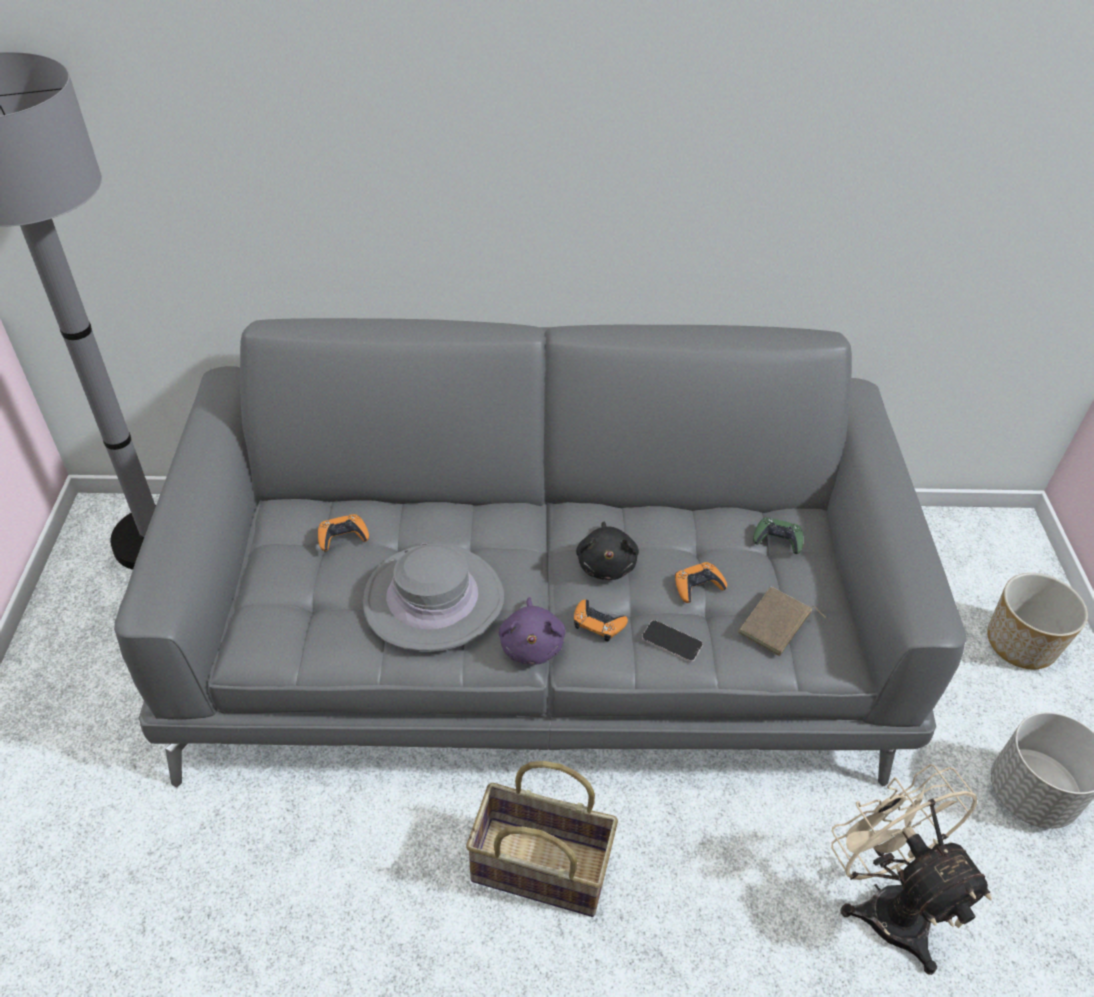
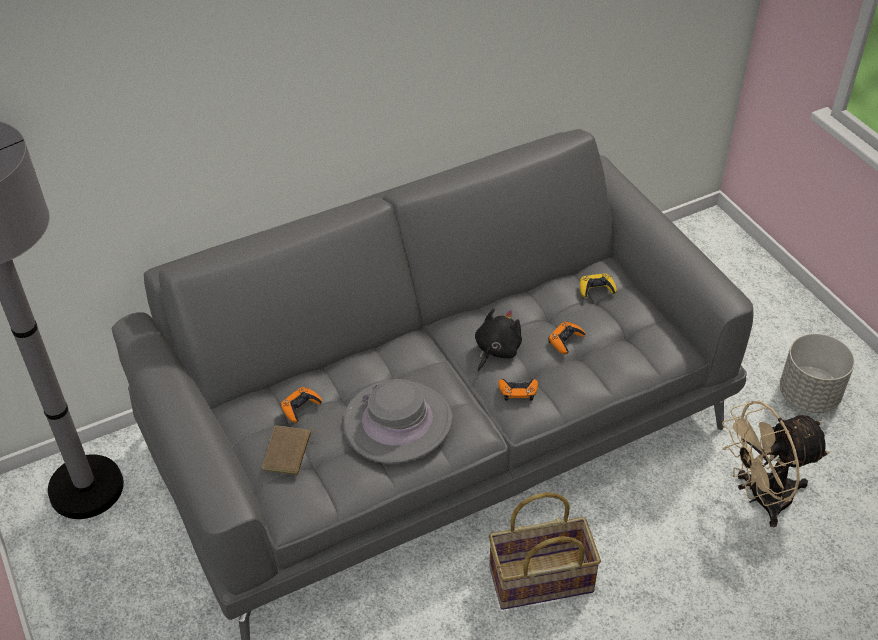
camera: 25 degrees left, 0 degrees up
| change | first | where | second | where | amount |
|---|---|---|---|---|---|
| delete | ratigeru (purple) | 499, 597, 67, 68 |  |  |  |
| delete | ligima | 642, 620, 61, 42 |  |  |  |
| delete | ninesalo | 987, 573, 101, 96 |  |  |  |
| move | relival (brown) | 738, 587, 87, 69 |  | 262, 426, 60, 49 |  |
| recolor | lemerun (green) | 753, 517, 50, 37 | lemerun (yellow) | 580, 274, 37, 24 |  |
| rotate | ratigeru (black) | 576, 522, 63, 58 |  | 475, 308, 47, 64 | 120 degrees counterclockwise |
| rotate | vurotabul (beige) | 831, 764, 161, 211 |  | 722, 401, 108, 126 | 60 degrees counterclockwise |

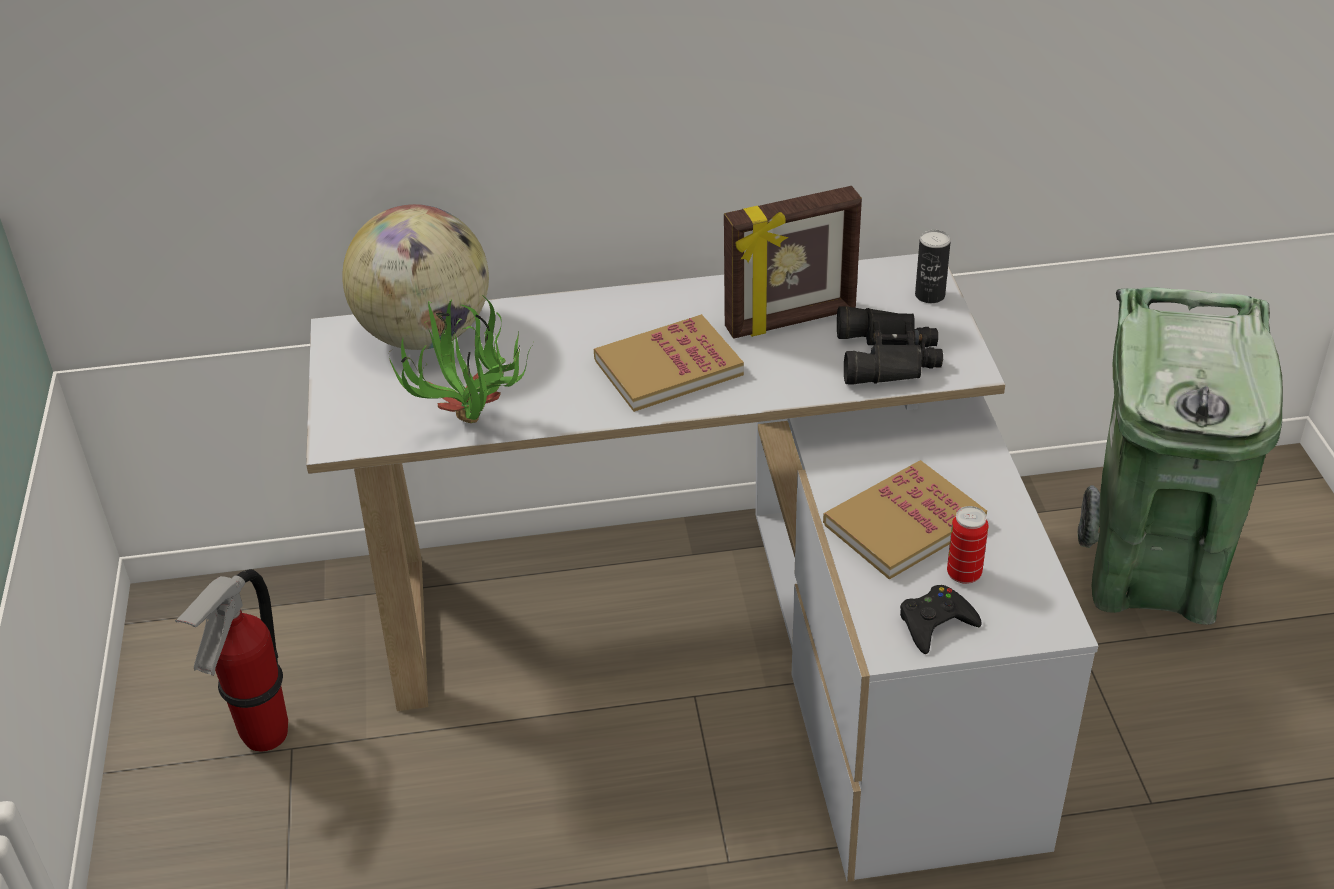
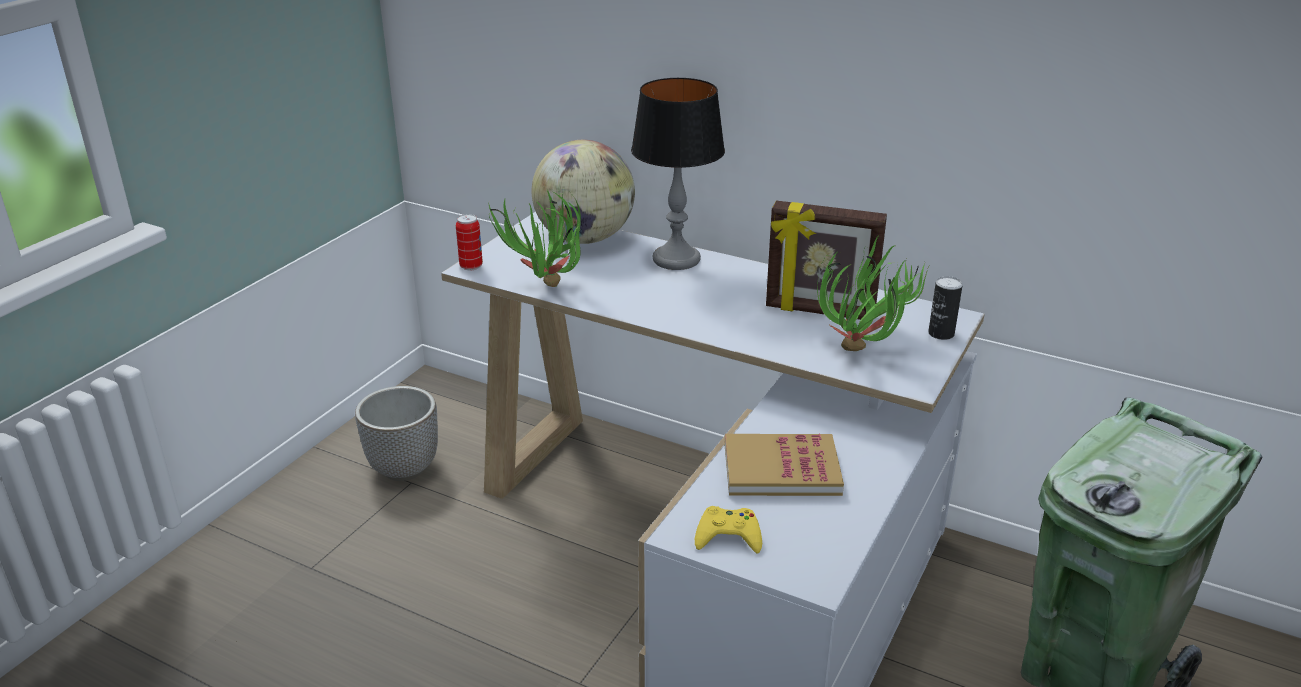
camera: 35 degrees right, 10 degrees down
| change | first | where | second | where | amount |
|---|---|---|---|---|---|
| delete | relival | 594, 314, 150, 98 |  |  |  |
| insert |  |  | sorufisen | 631, 78, 94, 192 |  |
| move | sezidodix | 947, 506, 41, 78 |  | 456, 214, 27, 56 |  |
| replace | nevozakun | 175, 569, 113, 182 | ninesalo | 355, 386, 83, 95 |  |
| replace | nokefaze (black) | 837, 306, 106, 79 | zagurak | 817, 236, 111, 115 |  |
| recolor | lemerun (black) | 900, 585, 82, 69 | lemerun (yellow) | 695, 506, 67, 47 |  |

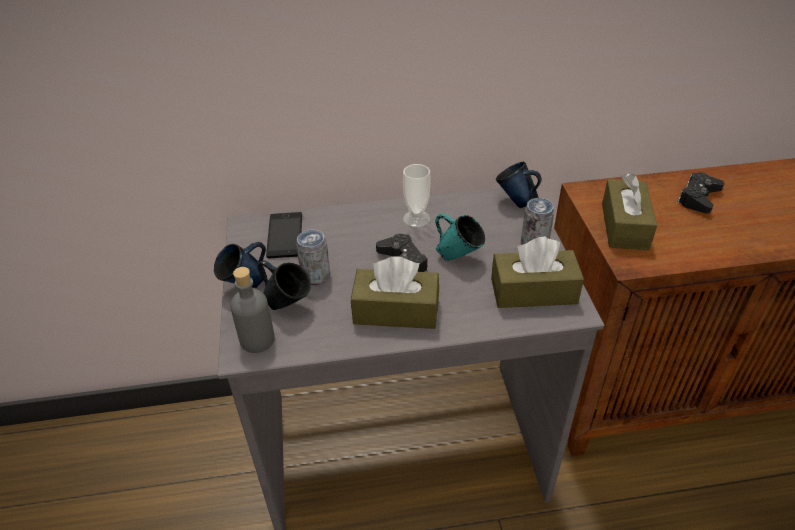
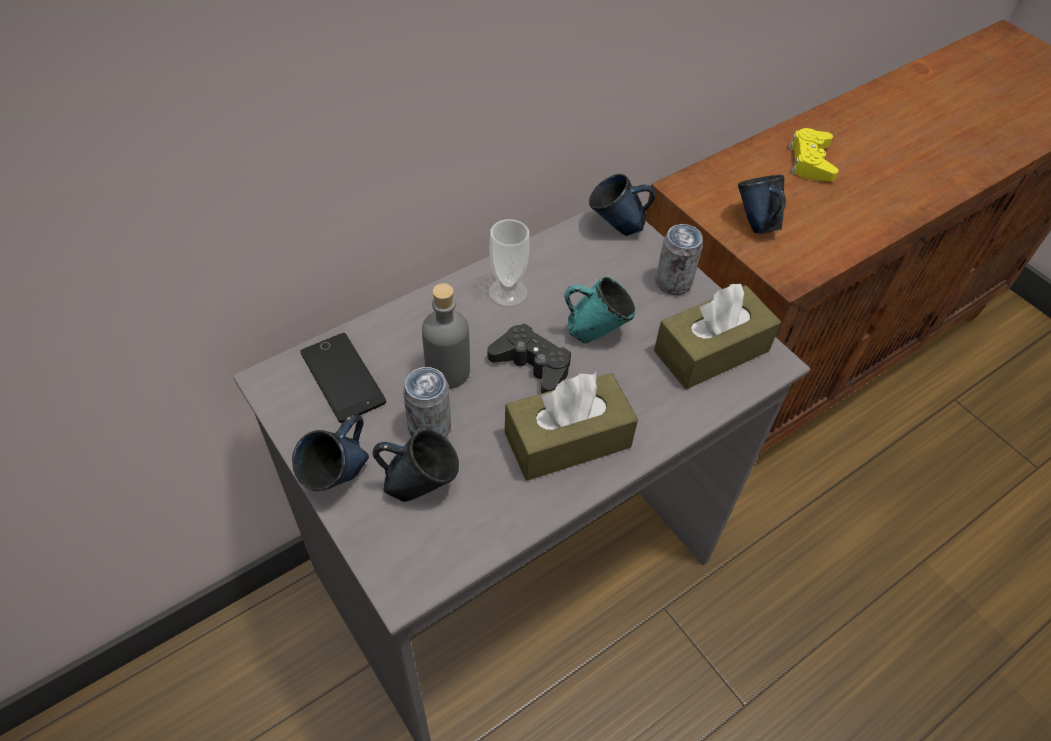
camera: 30 degrees left, 10 degrees up
| change | first | where | second | where | amount |
|---|---|---|---|---|---|
| move | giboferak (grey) | 230, 267, 45, 86 |  | 422, 283, 48, 106 |  |
| replace | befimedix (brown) | 602, 173, 55, 77 | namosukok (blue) | 738, 175, 48, 59 |  |
| recolor | lemerun (black) | 677, 172, 48, 42 | lemerun (yellow) | 789, 128, 50, 53 |  |

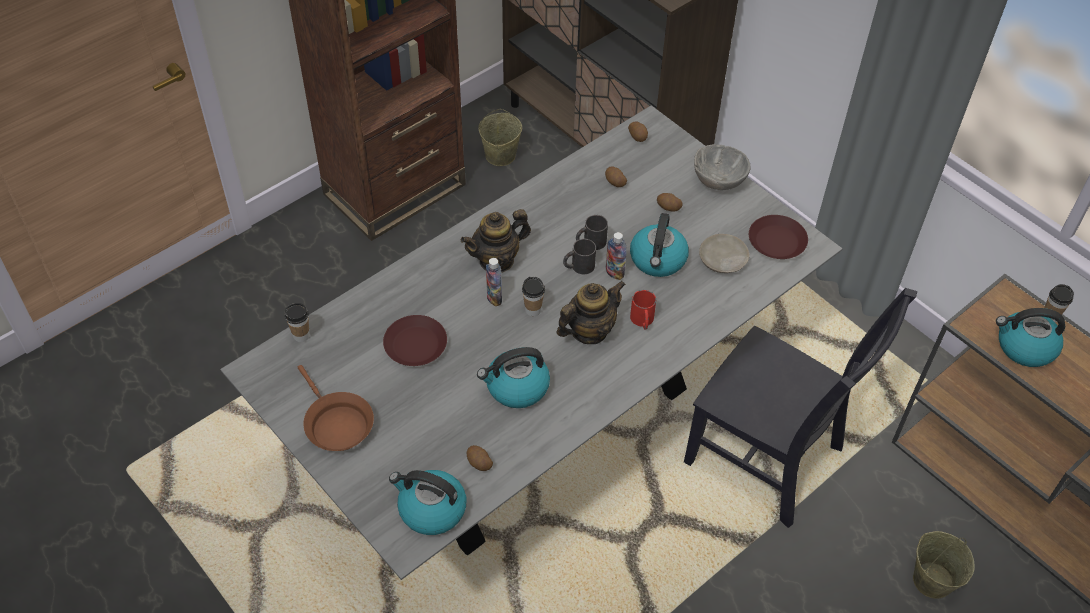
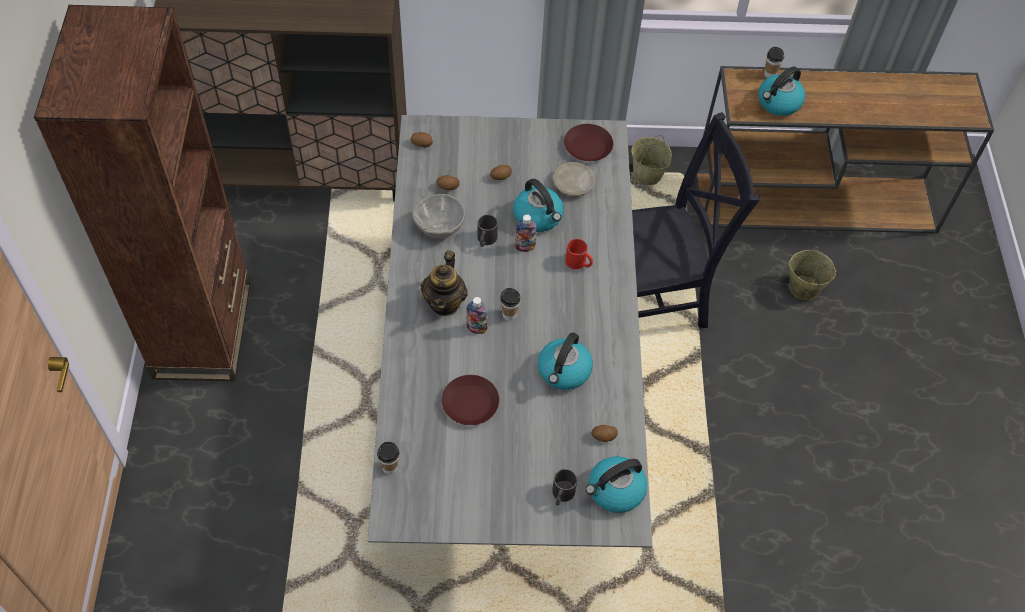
camera: 50 degrees left, 5 degrees up
| change | first | where | second | where | amount |
|---|---|---|---|---|---|
| delete | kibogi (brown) | 298, 365, 76, 86 |  |  |  |
| delete | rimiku | 557, 281, 69, 63 |  |  |  |
| move | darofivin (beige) | 478, 109, 44, 57 |  | 631, 135, 41, 51 |  |
| move | namosukok (black) | 563, 239, 33, 35 |  | 552, 469, 25, 37 |  |
| move | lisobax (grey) | 694, 144, 57, 46 |  | 413, 194, 52, 45 |  |

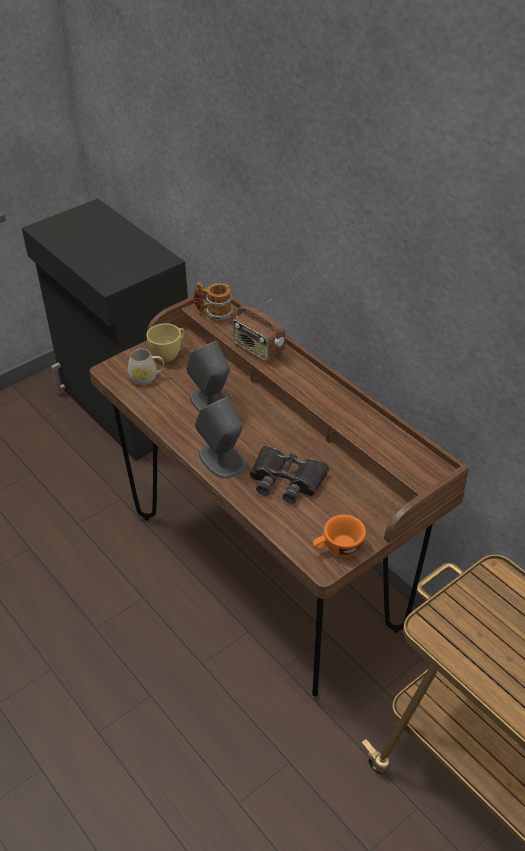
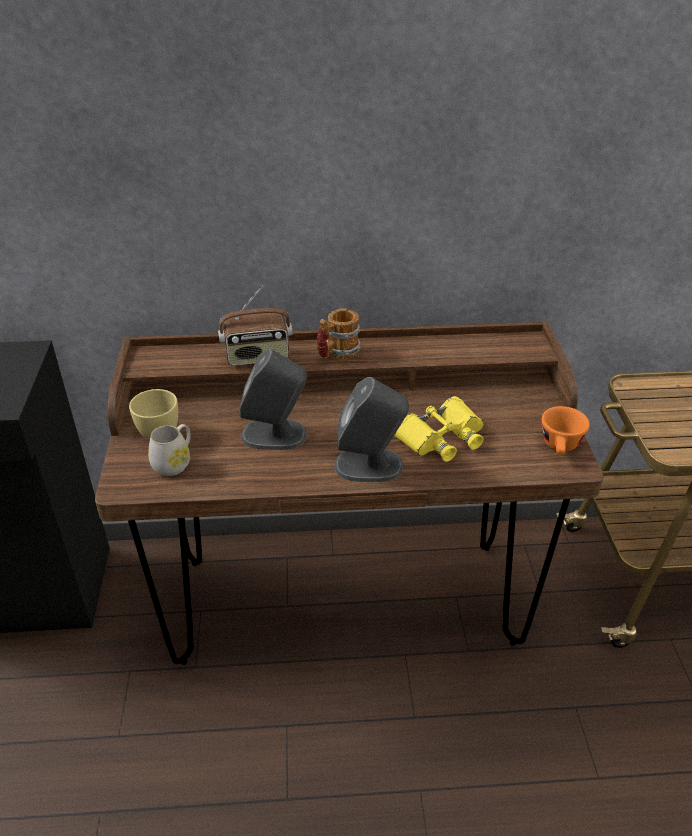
camera: 55 degrees left, 5 degrees down
| change | first | where | second | where | amount |
|---|---|---|---|---|---|
| move | namosukok | 194, 282, 39, 41 |  | 316, 308, 45, 51 |  |
| recolor | nokefaze (black) | 250, 446, 79, 58 | nokefaze (yellow) | 394, 396, 90, 66 |  |

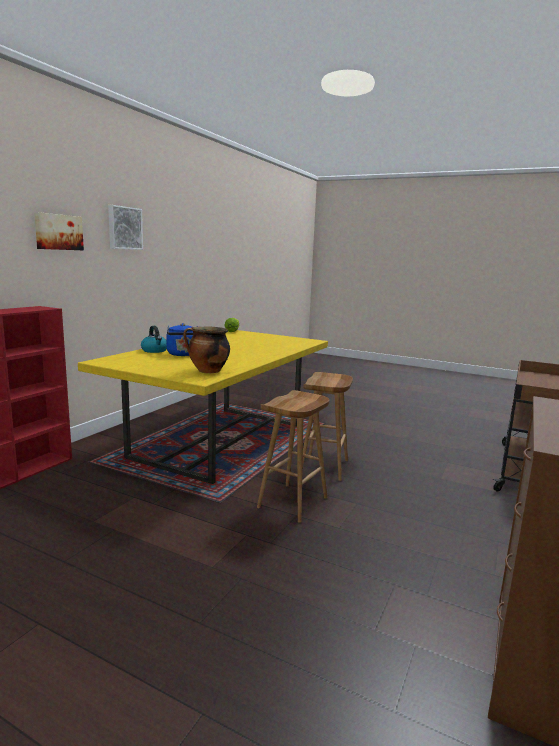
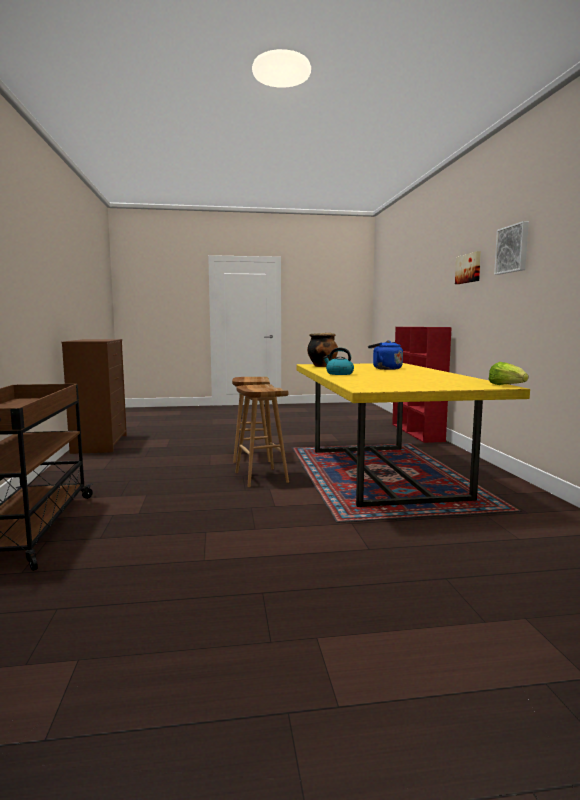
camera: 145 degrees right, 5 degrees down
| change | first | where | second | where | amount |
|---|---|---|---|---|---|
| move | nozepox | 141, 326, 26, 27 |  | 323, 348, 31, 27 |  |

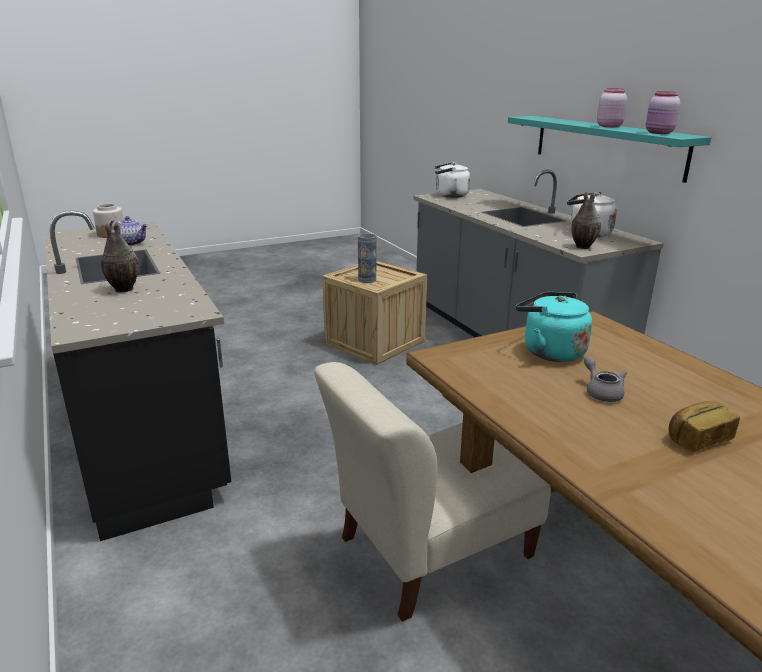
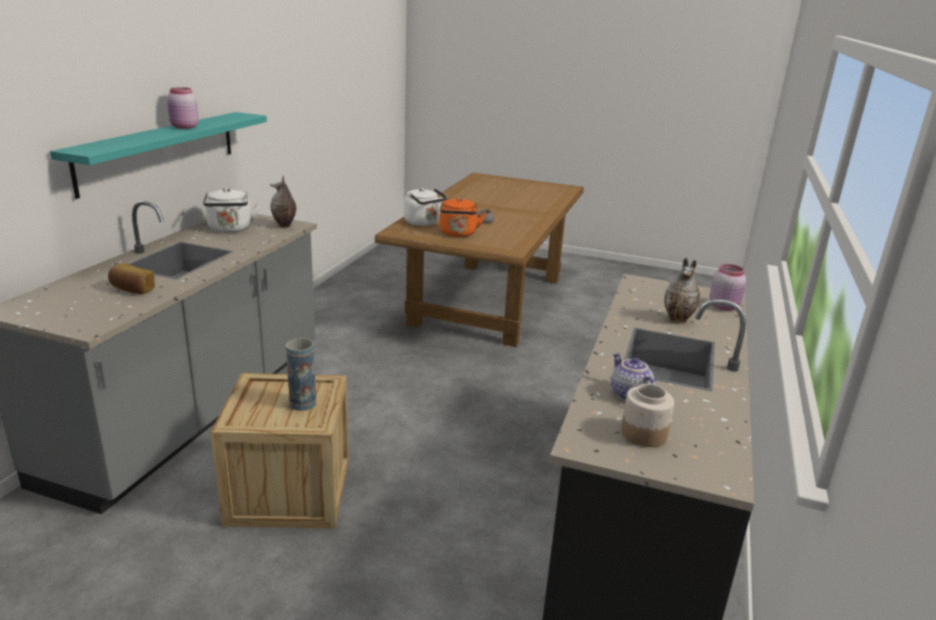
camera: 135 degrees left, 0 degrees up
| change | first | where | second | where | amount |
|---|---|---|---|---|---|
| delete | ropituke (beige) | 314, 362, 237, 259 |  |  |  |
| move | nozepox (white) | 434, 162, 36, 36 |  | 404, 188, 43, 38 |  |
| move | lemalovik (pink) | 646, 91, 35, 43 |  | 709, 264, 37, 47 |  |
| move | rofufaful | 669, 401, 71, 51 |  | 108, 263, 47, 31 |  |
| recolor | nozepox (turquoise) | 516, 292, 76, 70 | nozepox (orange) | 440, 198, 46, 39 |  |

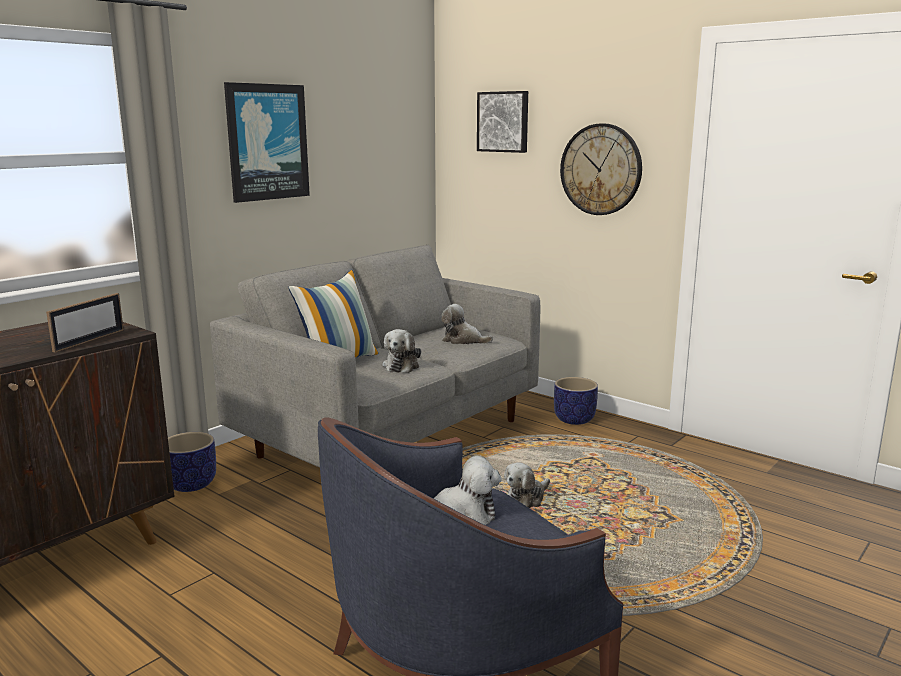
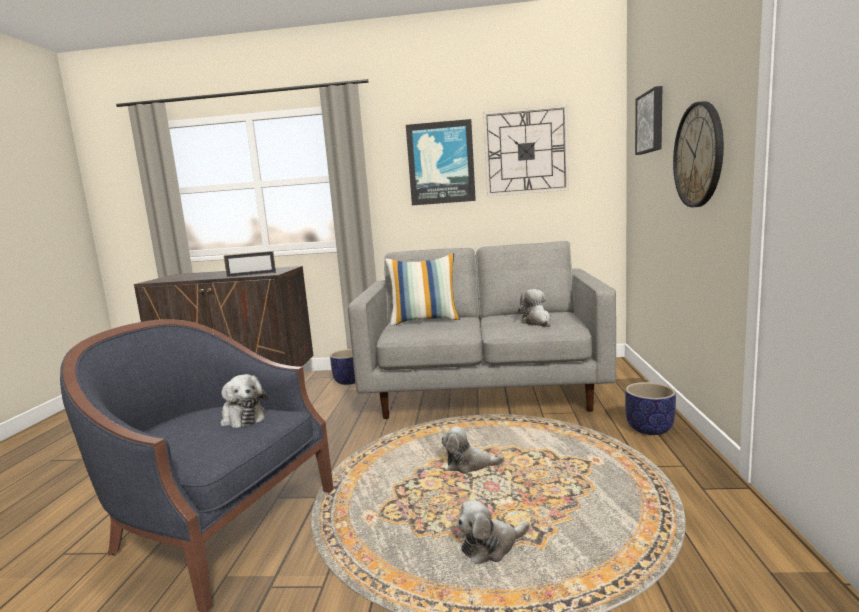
camera: 55 degrees right, 5 degrees down
| change | first | where | second | where | amount |
|---|---|---|---|---|---|
| insert |  |  | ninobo | 483, 105, 86, 91 |  |
| move | ratigeru | 382, 329, 39, 44 |  | 457, 500, 73, 64 |  |

